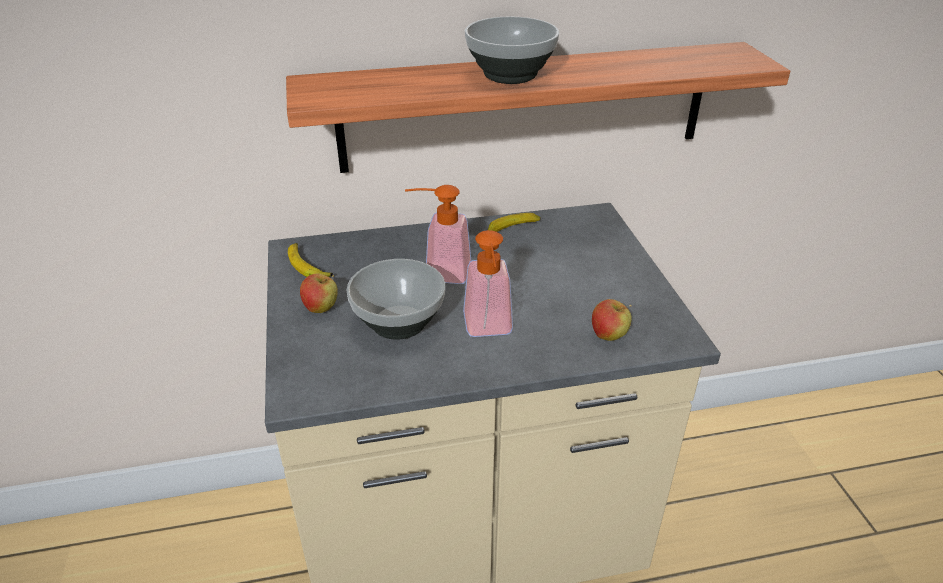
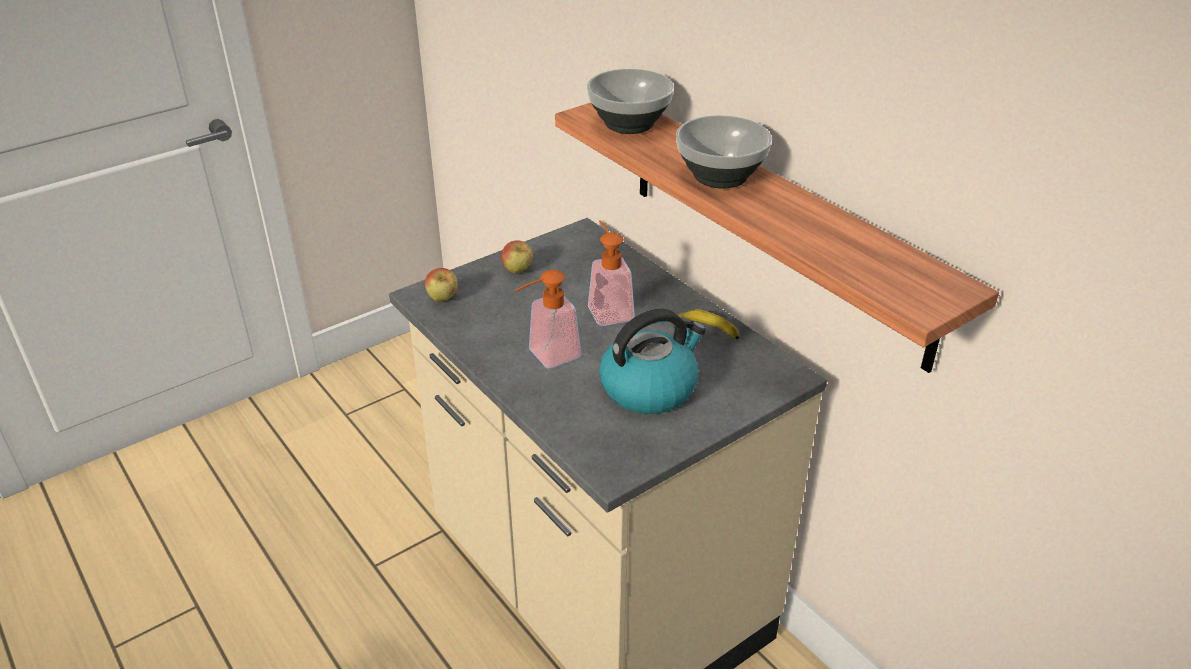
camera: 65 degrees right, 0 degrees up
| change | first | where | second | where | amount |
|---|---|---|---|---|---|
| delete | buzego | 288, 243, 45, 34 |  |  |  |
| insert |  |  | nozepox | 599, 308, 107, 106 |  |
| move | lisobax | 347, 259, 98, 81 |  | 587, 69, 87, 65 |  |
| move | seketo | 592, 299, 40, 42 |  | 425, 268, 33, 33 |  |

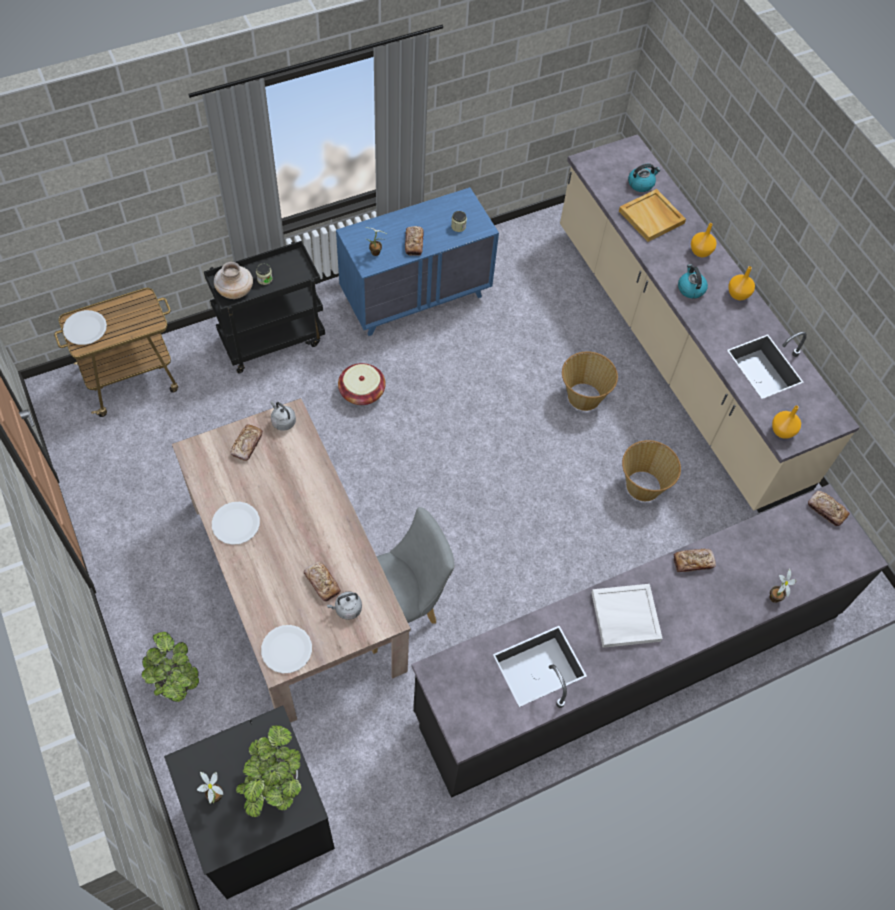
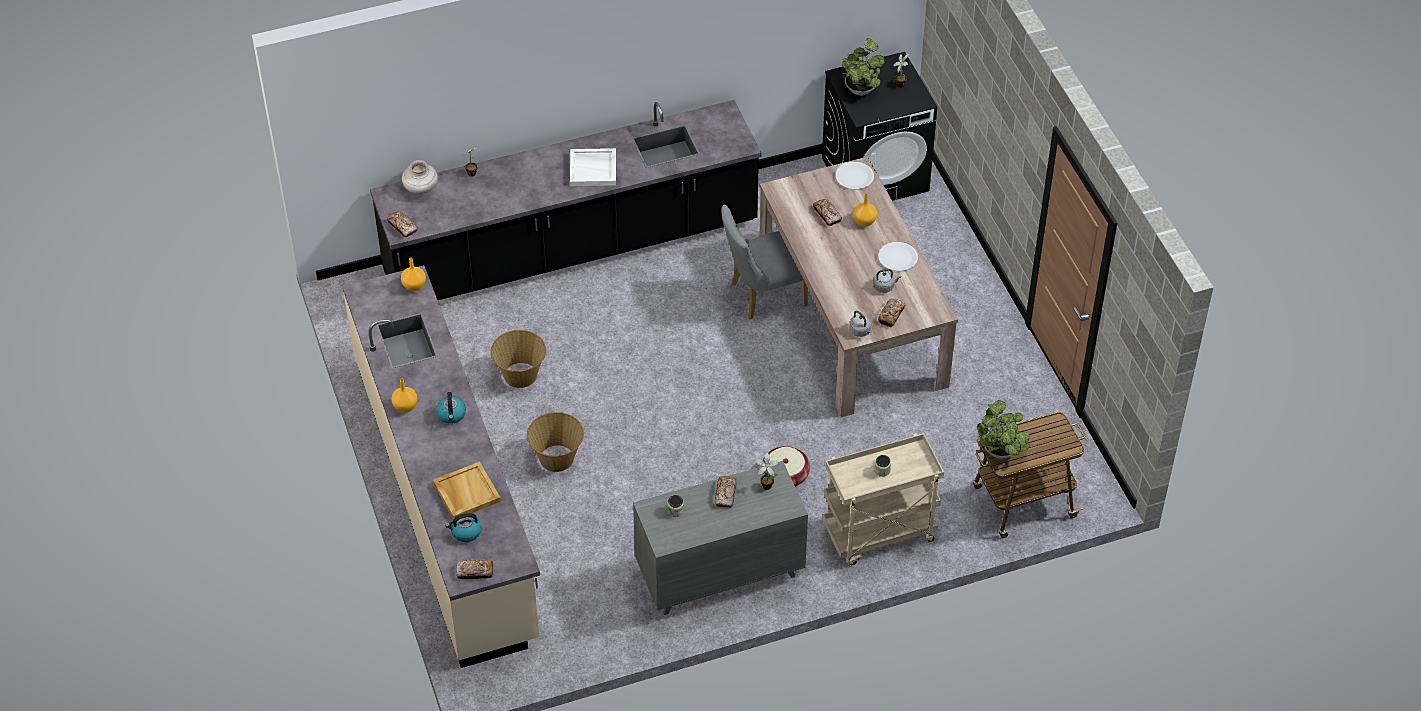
camera: 170 degrees left, 10 degrees down
| change | first | where | second | where | amount |
|---|---|---|---|---|---|
| delete | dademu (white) | 63, 310, 44, 35 |  |  |  |
| move | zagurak | 141, 632, 58, 70 |  | 977, 400, 53, 59 |  |
| move | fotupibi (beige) | 214, 262, 39, 37 |  | 402, 160, 36, 34 |  |
| move | nozepox (grey) | 327, 591, 35, 29 |  | 873, 269, 28, 24 |  |
| move | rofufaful | 674, 549, 42, 23 |  | 456, 559, 37, 20 |  |
| move | fotupibi (orange) | 691, 223, 26, 34 |  | 853, 193, 24, 34 |  |
| recolor | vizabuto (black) | 204, 241, 121, 132 | vizabuto (beige) | 822, 433, 122, 132 |  |
| recolor | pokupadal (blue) | 336, 187, 163, 149 | pokupadal (grey) | 633, 461, 175, 154 |  |

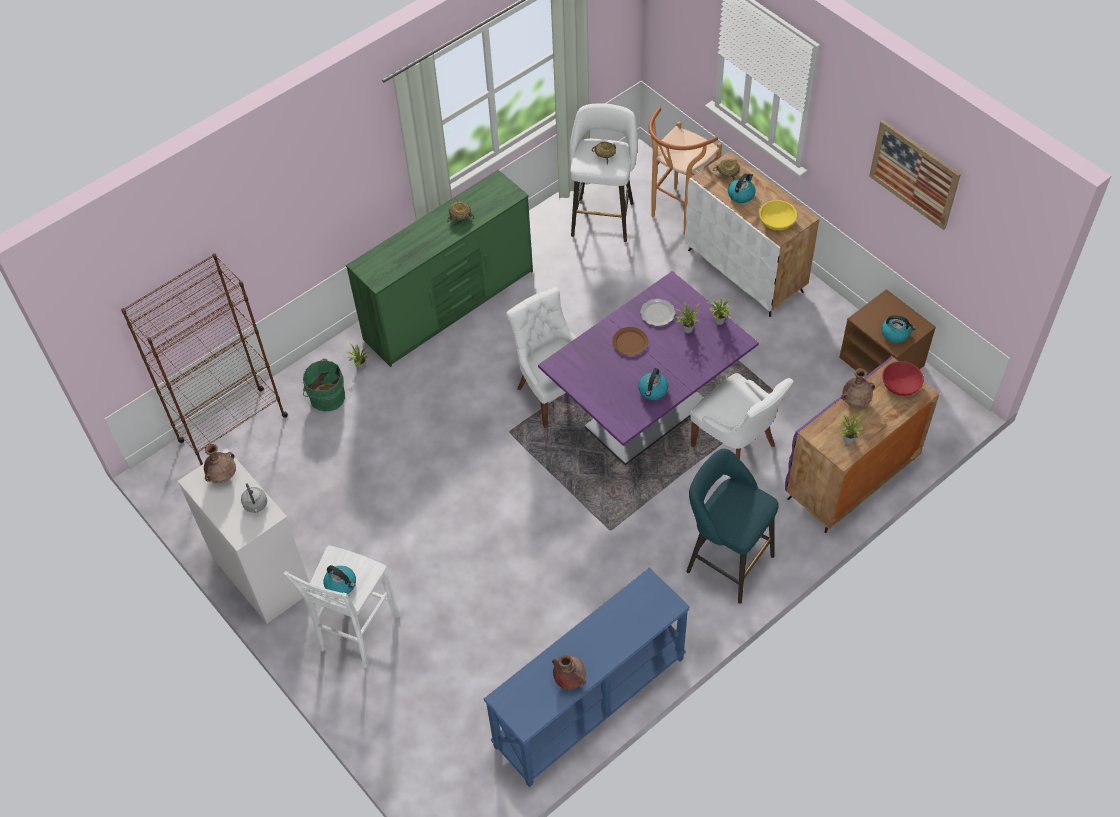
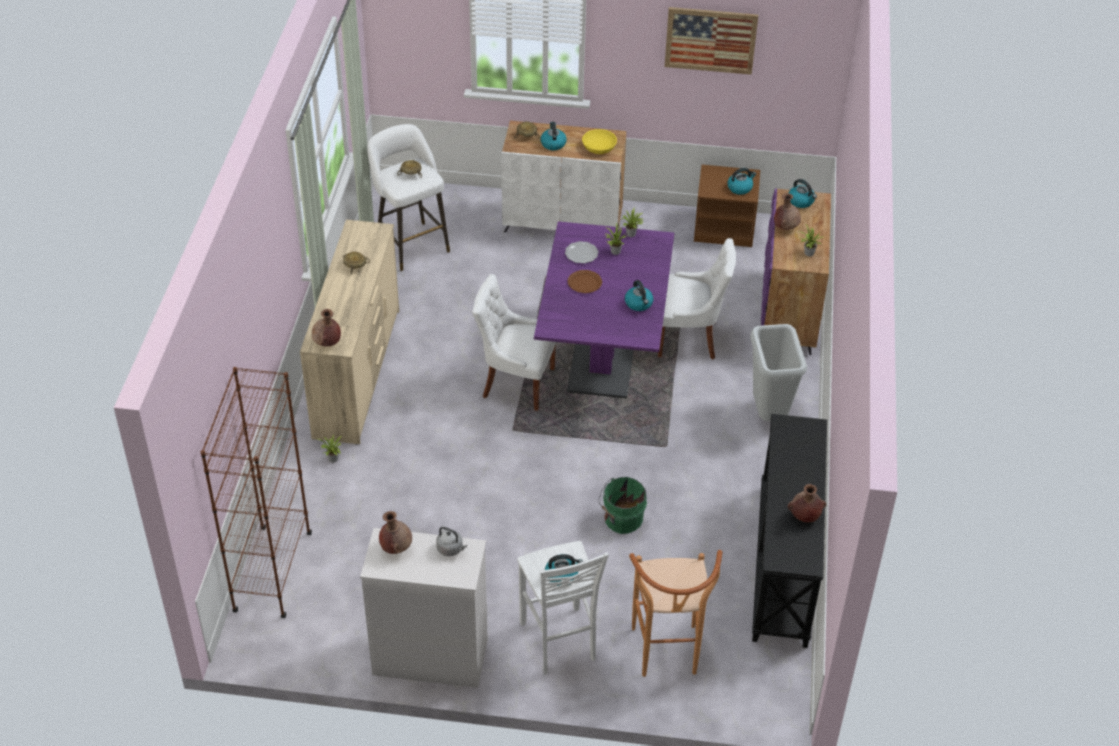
camera: 45 degrees left, 10 degrees down
| change | first | where | second | where | amount |
|---|---|---|---|---|---|
| insert |  |  | fotupibi (brown) | 312, 309, 29, 37 |  |
| move | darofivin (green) | 303, 358, 42, 53 |  | 599, 477, 48, 57 |  |
| move | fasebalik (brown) | 648, 107, 74, 128 |  | 629, 550, 93, 127 |  |
| replace | fasebalik (turquoise) | 687, 449, 92, 155 | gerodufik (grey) | 750, 324, 57, 97 |  |
| replace | lisobax (red) | 882, 361, 42, 35 | nozepox | 788, 179, 29, 29 |  |
| recolor | pokupadal (green) | 346, 170, 187, 197 | pokupadal (beige) | 300, 220, 99, 224 |  |
| recolor | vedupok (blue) | 484, 568, 206, 219 | vedupok (black) | 752, 414, 75, 234 |  |

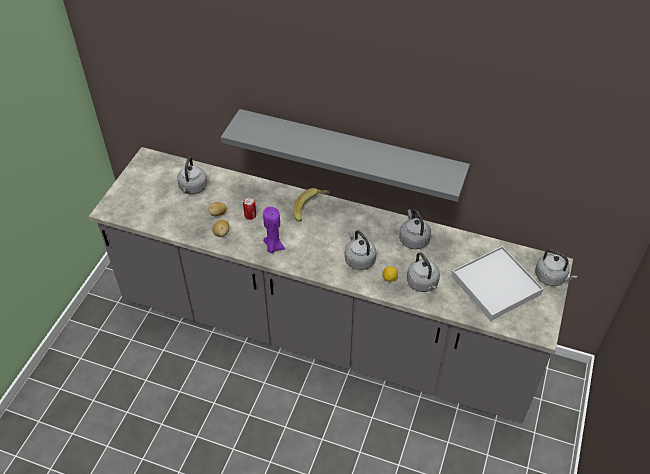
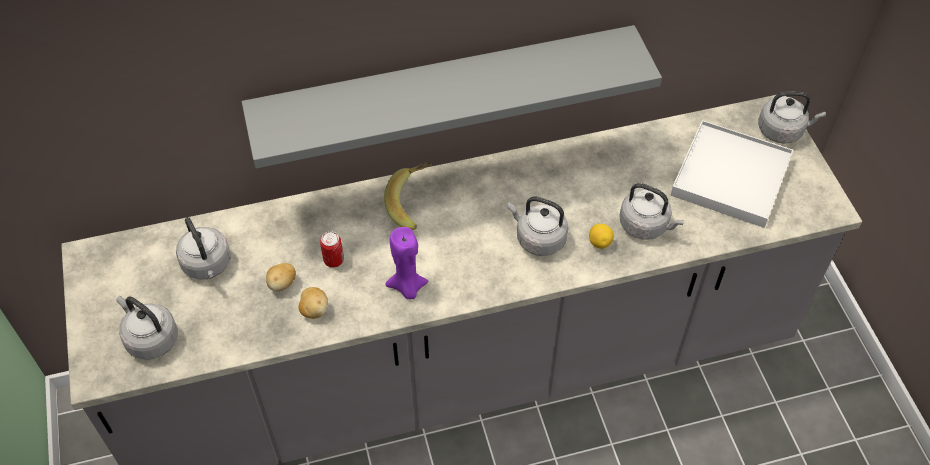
camera: 35 degrees left, 5 degrees up
| change | first | where | second | where | amount |
|---|---|---|---|---|---|
| move | nozepox (grey) | 399, 209, 32, 40 |  | 116, 296, 62, 64 |  |

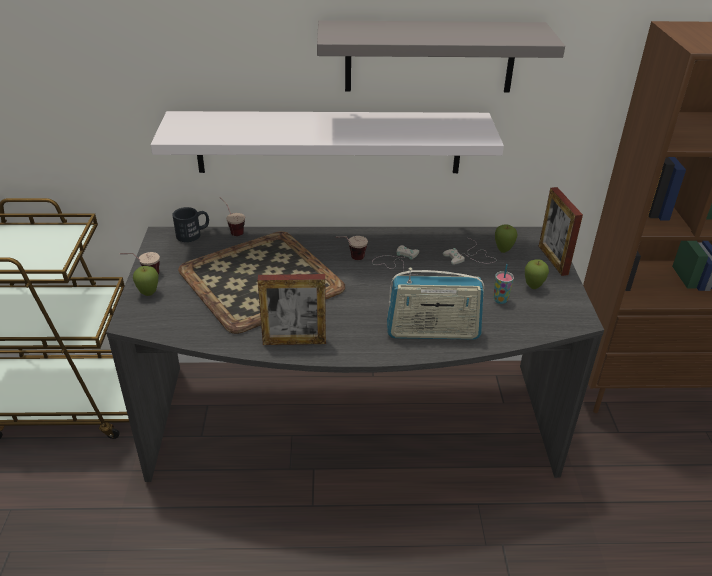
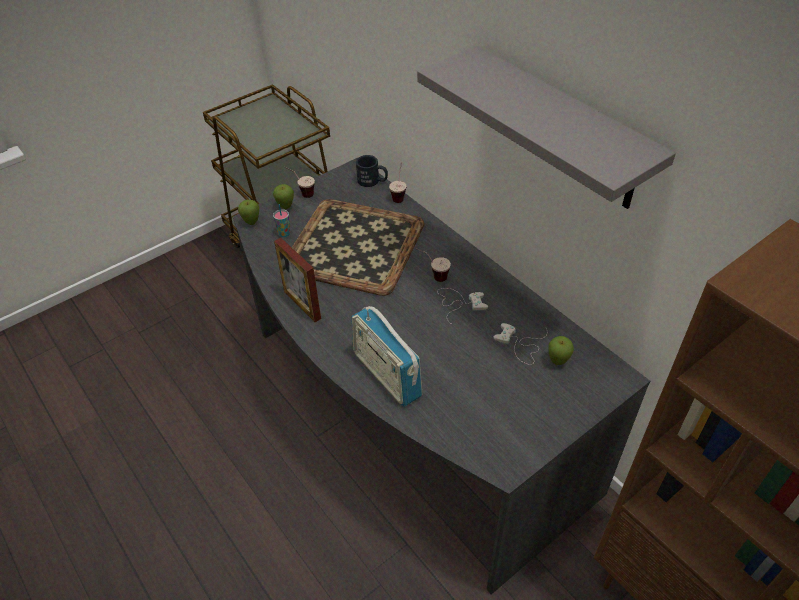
camera: 55 degrees right, 10 degrees up
| change | first | where | second | where | amount |
|---|---|---|---|---|---|
| delete | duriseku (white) | 151, 111, 353, 62 |  |  |  |
| delete | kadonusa | 539, 187, 44, 89 |  |  |  |
| move | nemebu | 493, 264, 21, 40 |  | 273, 204, 18, 33 |  |
| move | seketo | 525, 259, 24, 30 |  | 238, 200, 21, 25 |  |

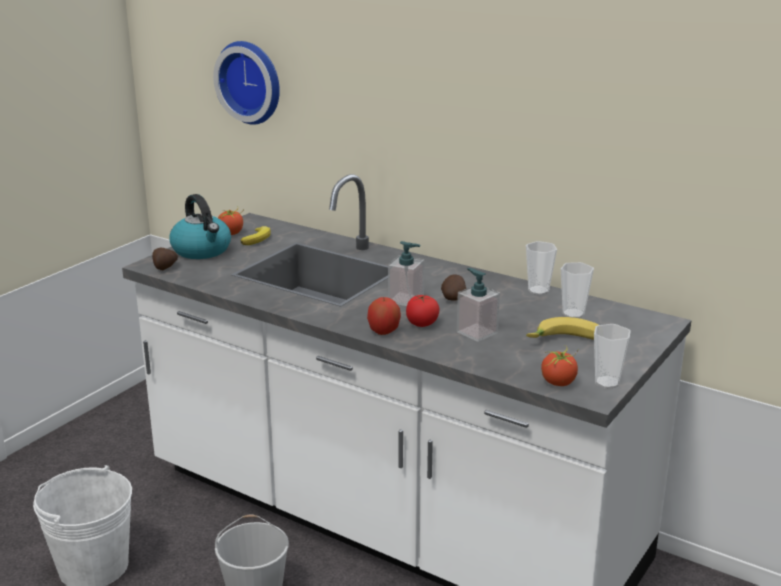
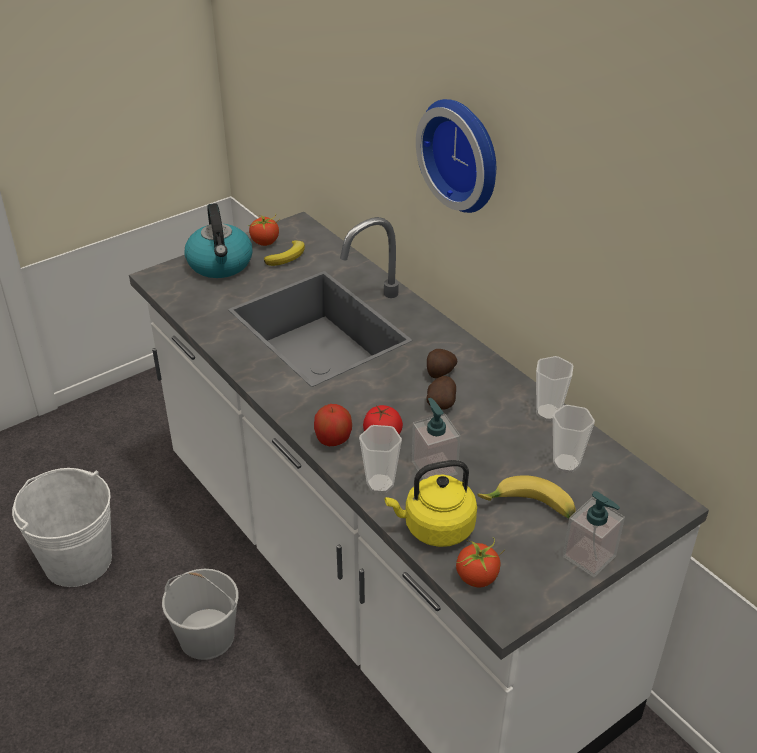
camera: 20 degrees right, 15 degrees up
| change | first | where | second | where | amount |
|---|---|---|---|---|---|
| insert |  |  | nozepox (yellow) | 385, 460, 92, 87 |  |
| move | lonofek | 152, 248, 26, 22 |  | 427, 349, 30, 29 |  |
| move | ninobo | 213, 41, 67, 84 |  | 416, 99, 80, 114 |  |
| move | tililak | 388, 241, 37, 65 |  | 563, 491, 62, 86 |  |
| move | nemebu | 594, 324, 37, 65 |  | 359, 425, 43, 68 |  |

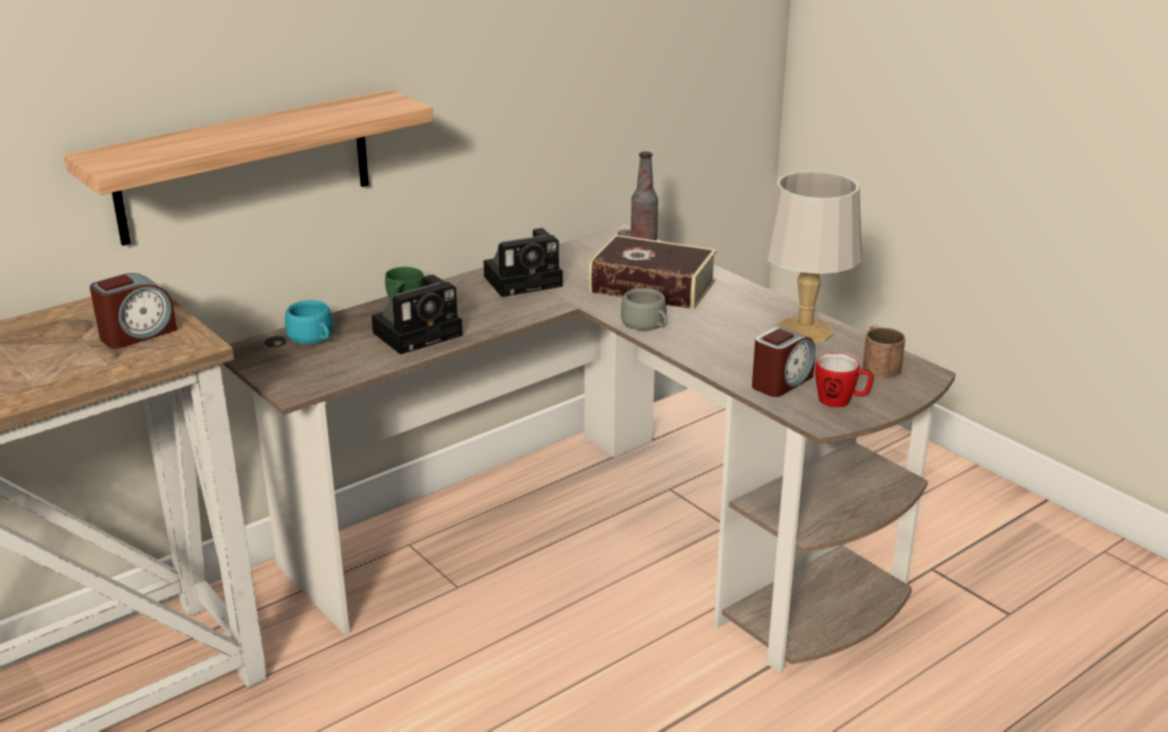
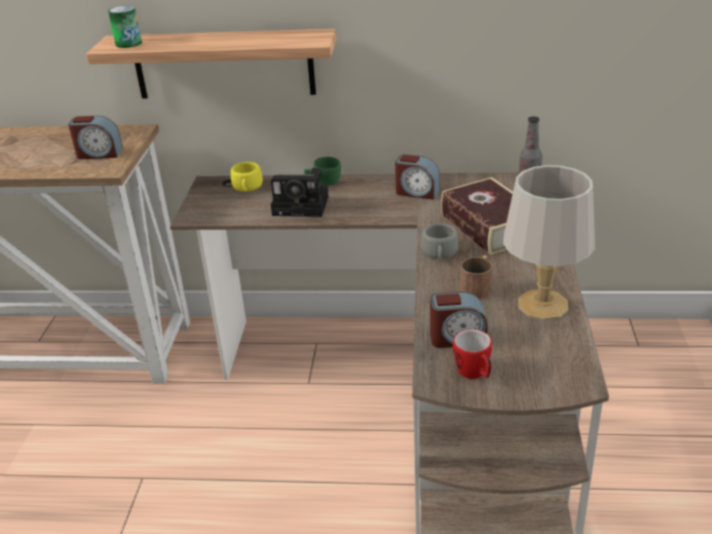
camera: 45 degrees right, 5 degrees up
| change | first | where | second | where | amount |
|---|---|---|---|---|---|
| insert |  |  | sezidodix | 108, 5, 34, 43 |  |
| move | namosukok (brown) | 862, 325, 43, 54 |  | 460, 255, 32, 45 |  |
| replace | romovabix | 483, 228, 80, 69 | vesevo | 395, 154, 45, 46 |  |
| recolor | nemebu (turquoise) | 285, 300, 48, 44 | nemebu (yellow) | 231, 162, 32, 29 |  |

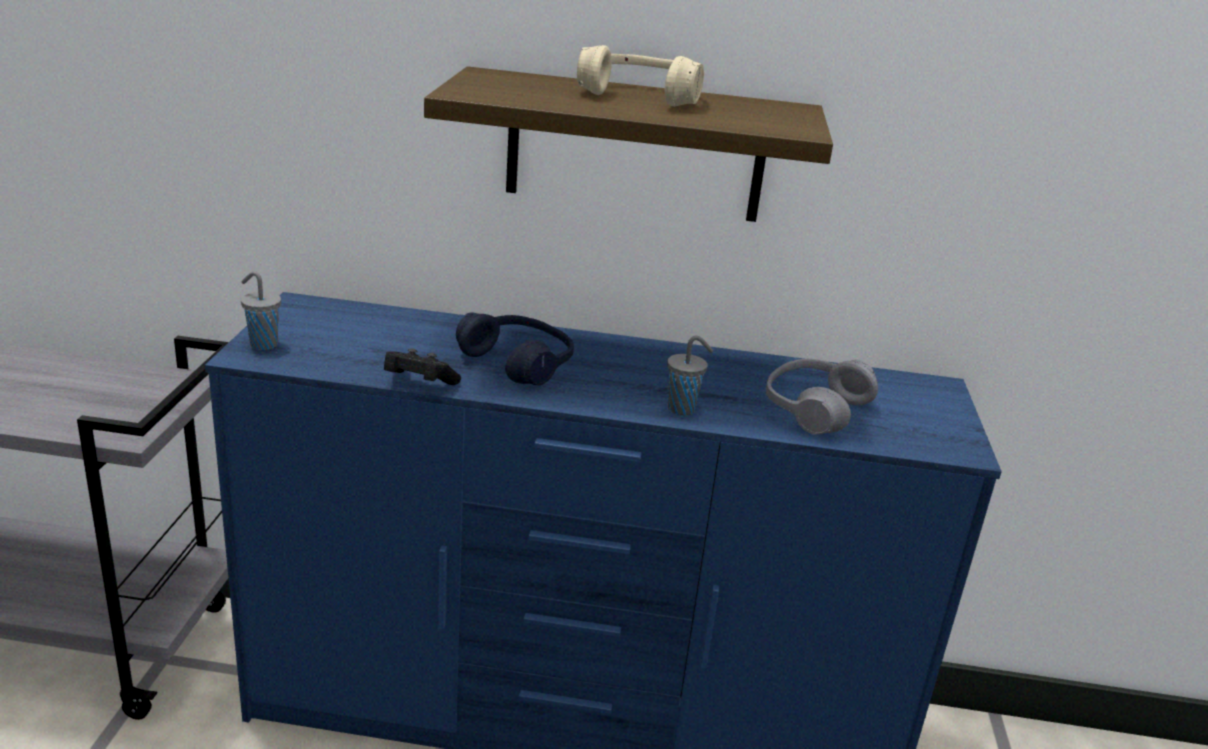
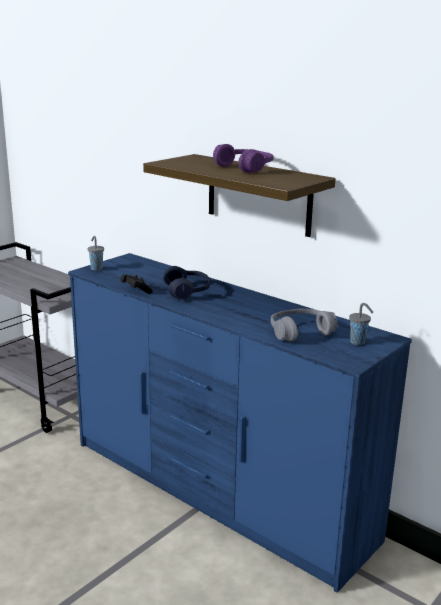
camera: 35 degrees right, 5 degrees down
| change | first | where | second | where | amount |
|---|---|---|---|---|---|
| move | nemebu (grey) | 667, 336, 46, 79 |  | 349, 303, 24, 42 |  |
| recolor | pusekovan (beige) | 577, 45, 127, 61 | pusekovan (purple) | 213, 144, 60, 29 |  |

